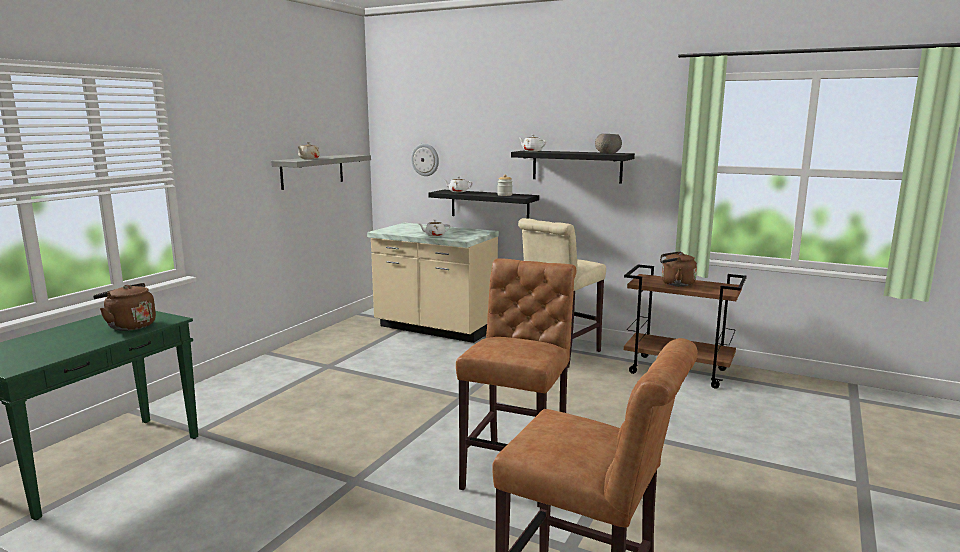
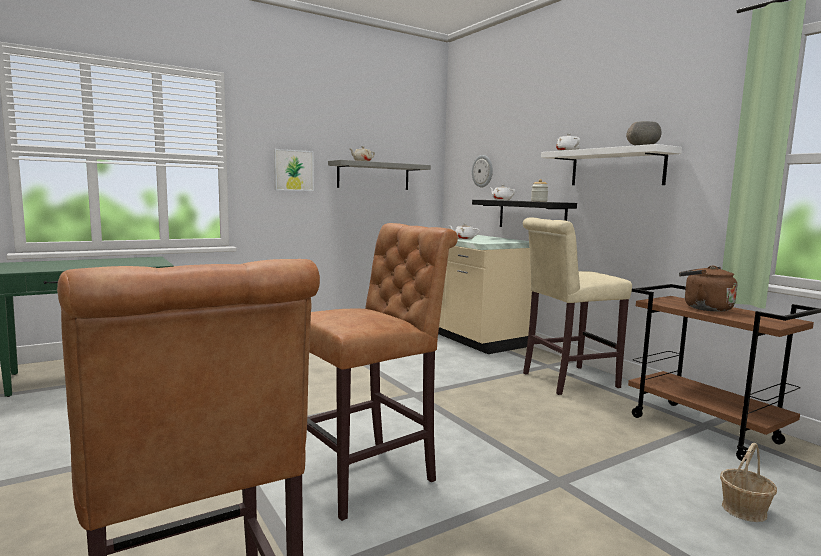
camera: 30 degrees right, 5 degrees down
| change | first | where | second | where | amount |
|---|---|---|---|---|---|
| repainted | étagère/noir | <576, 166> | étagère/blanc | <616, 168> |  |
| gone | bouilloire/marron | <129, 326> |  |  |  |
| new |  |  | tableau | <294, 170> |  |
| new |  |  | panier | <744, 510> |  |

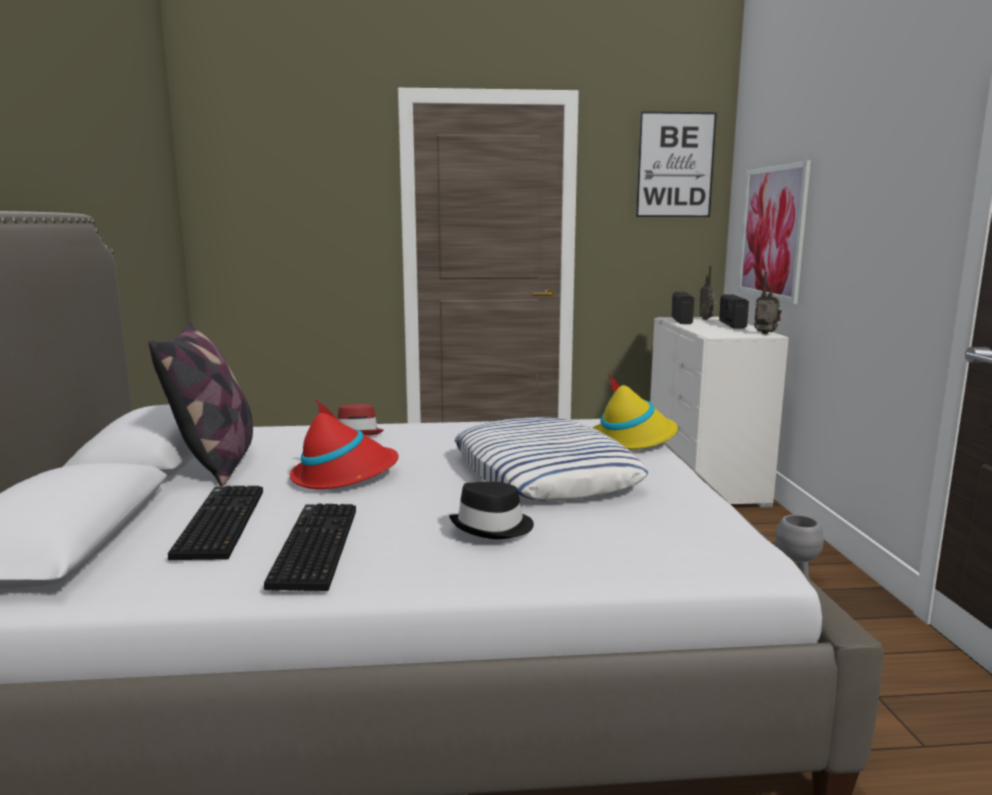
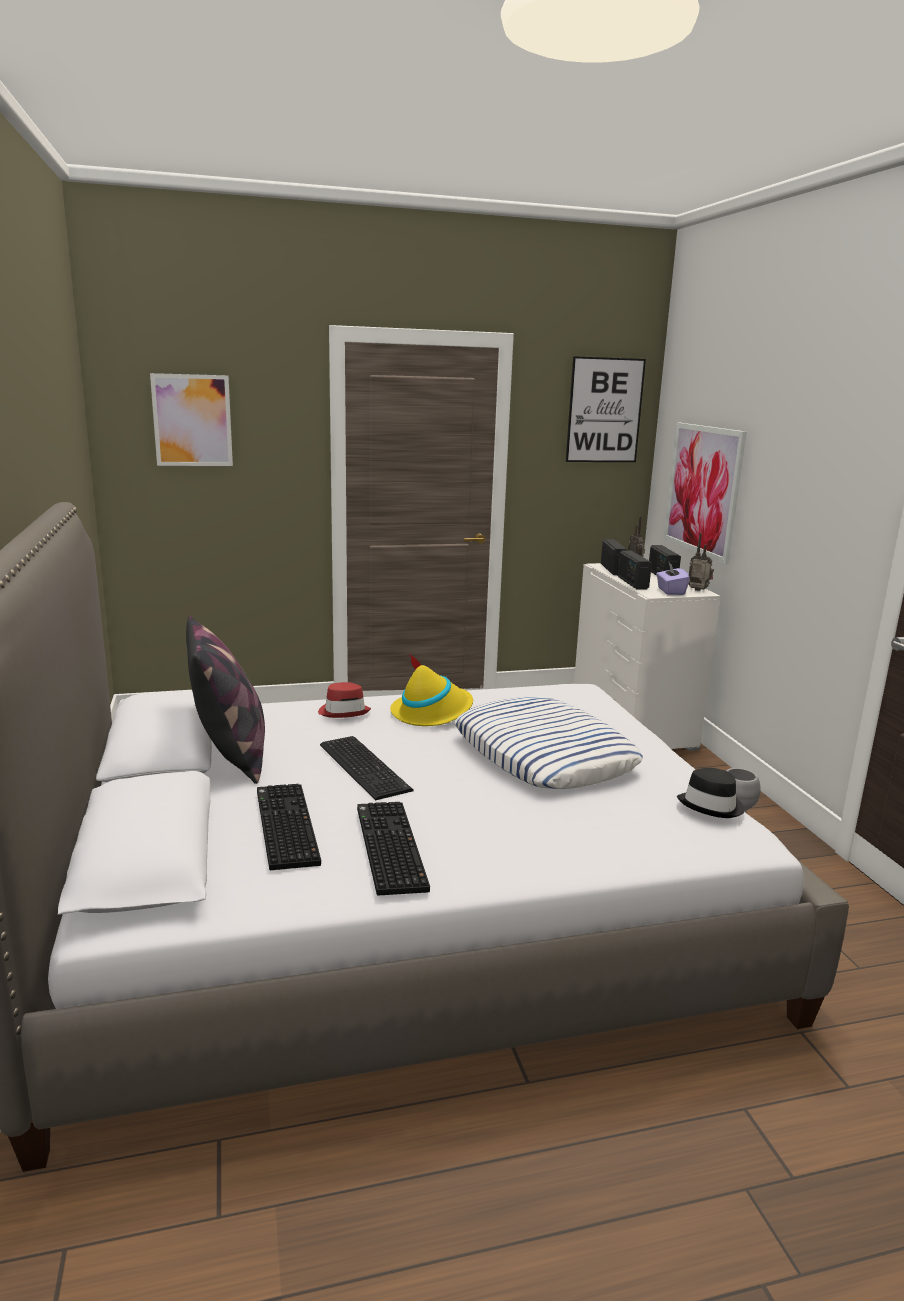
camera: 10 degrees left, 5 degrees up
| change | first | where | second | where | amount |
|---|---|---|---|---|---|
| shifted | chapeau/jaune | <633, 439> |  | <432, 712> |  |
| swapped | chapeau/rouge | <344, 475> | clavier | <365, 766> |  |
| shifted | chapeau/noir | <493, 527> |  | <712, 805> |  |
| new |  |  | tableau | <192, 420> |  |
| new |  |  | radio | <632, 583> |  |
| new |  |  | boîte à mouchoirs/violet | <670, 591> |  |

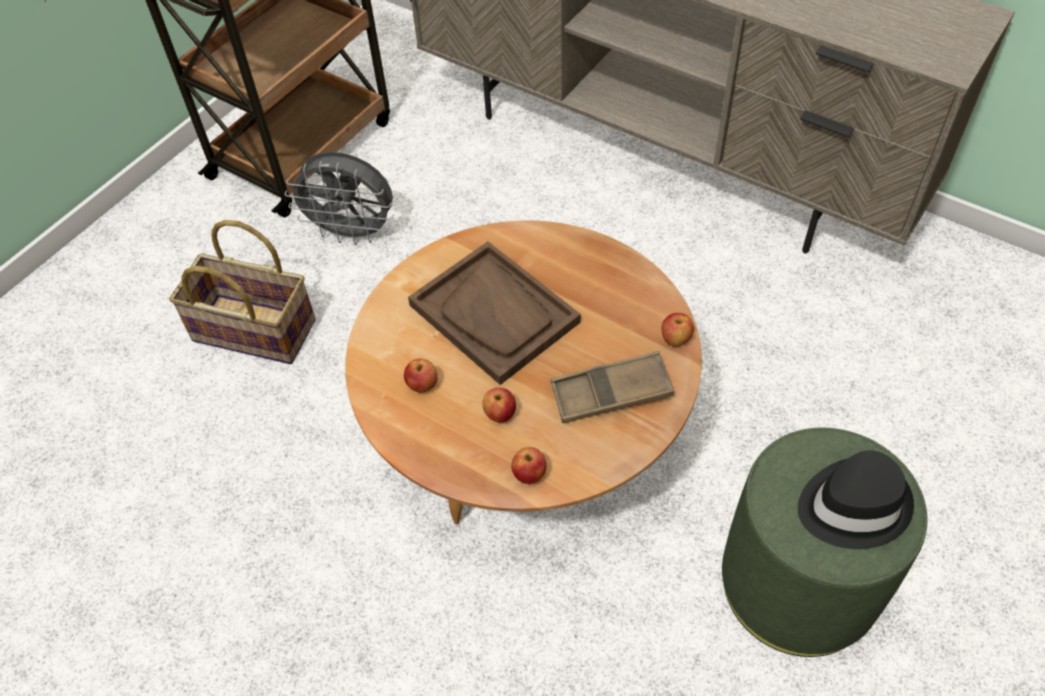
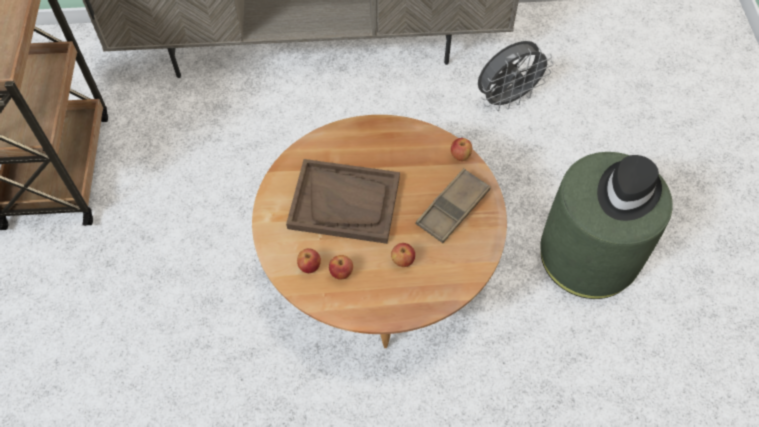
camera: 40 degrees left, 5 degrees up
| change | first | where | second | where | amount |
|---|---|---|---|---|---|
| shifted | ventilateur/gris | <353, 232> |  | <507, 99> |  |
| gone | panier | <253, 332> |  |  |  |
| shifted | pomme | <529, 474> |  | <309, 266> |  |

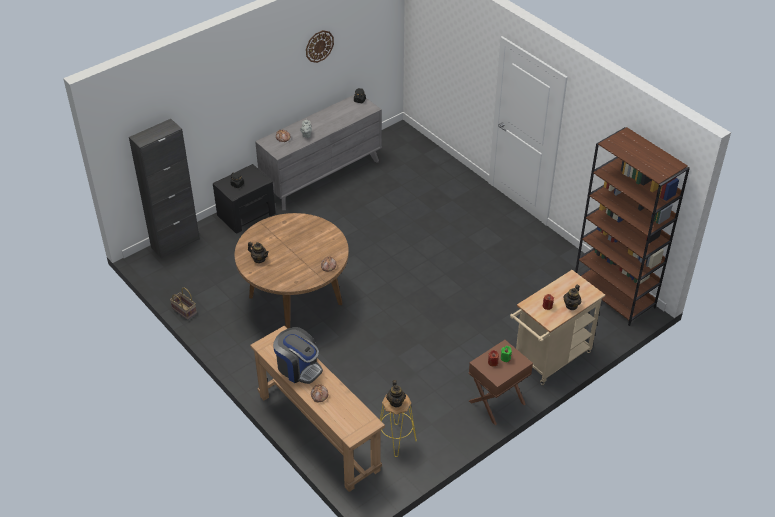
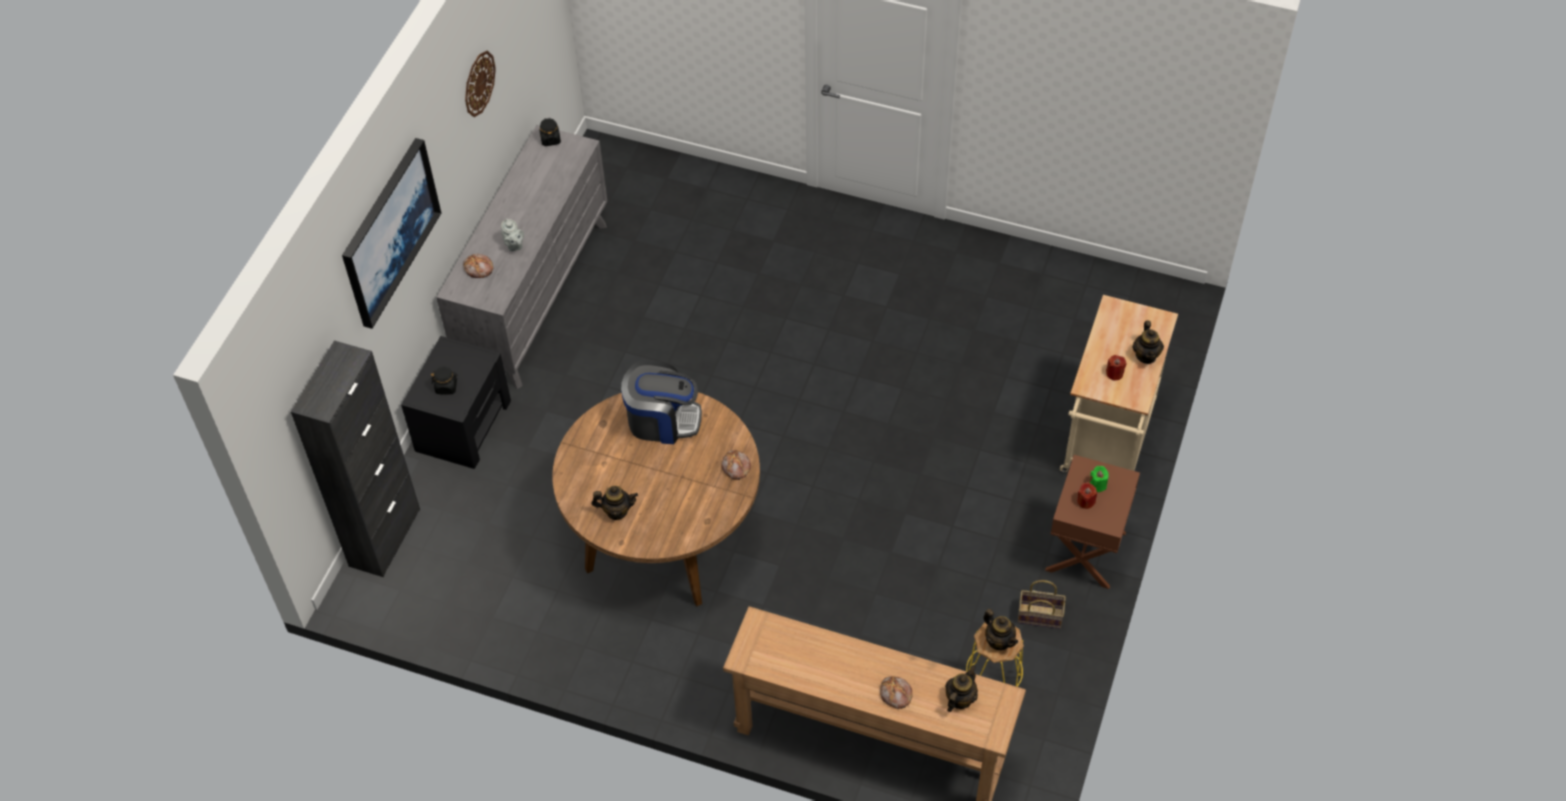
camera: 30 degrees left, 10 degrees up
| change | first | where | second | where | amount |
|---|---|---|---|---|---|
| gone | bibliothèque/marron | <614, 295> |  |  |  |
| shifted | panier | <185, 311> |  | <1041, 615> |  |
| shifted | machine à café | <298, 368> |  | <662, 420> |  |
| new |  |  | tableau | <389, 232> |  |
| new |  |  | théière | <960, 699> |  |

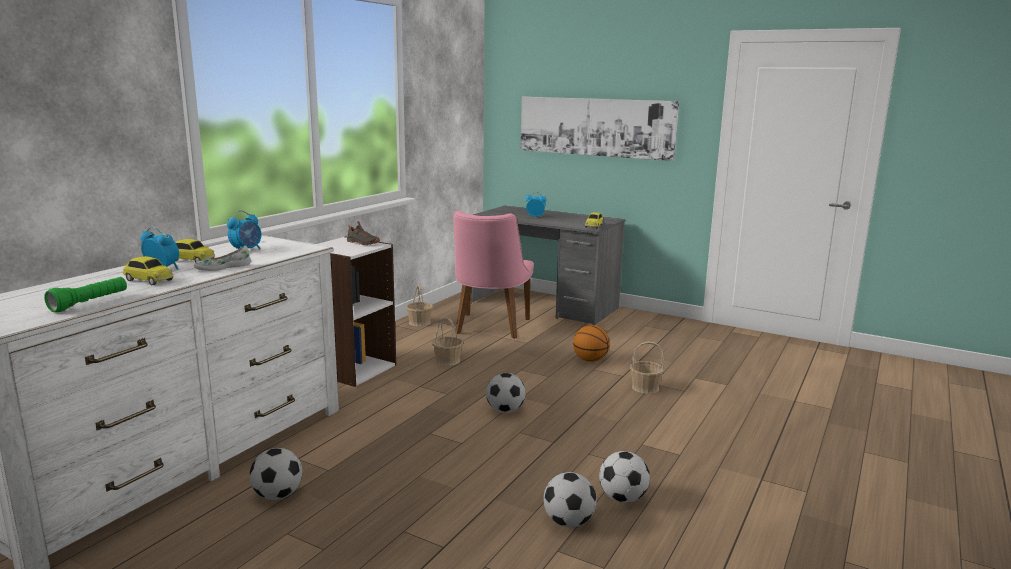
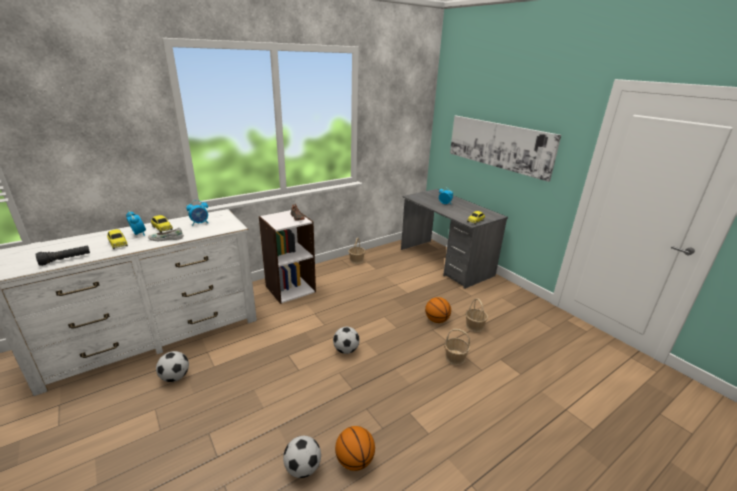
camera: 25 degrees right, 10 degrees up
| change | first | where | second | where | amount |
|---|---|---|---|---|---|
| gone | chaise/rose | <489, 328> |  |  |  |
| repainted | lampe de poche/vert | <90, 303> | lampe de poche/noir | <66, 260> |  |
| shifted | panier | <447, 360> |  | <474, 326> |  |
| swapped | ballon de foot | <622, 498> | ballon de basket | <354, 461> |  |

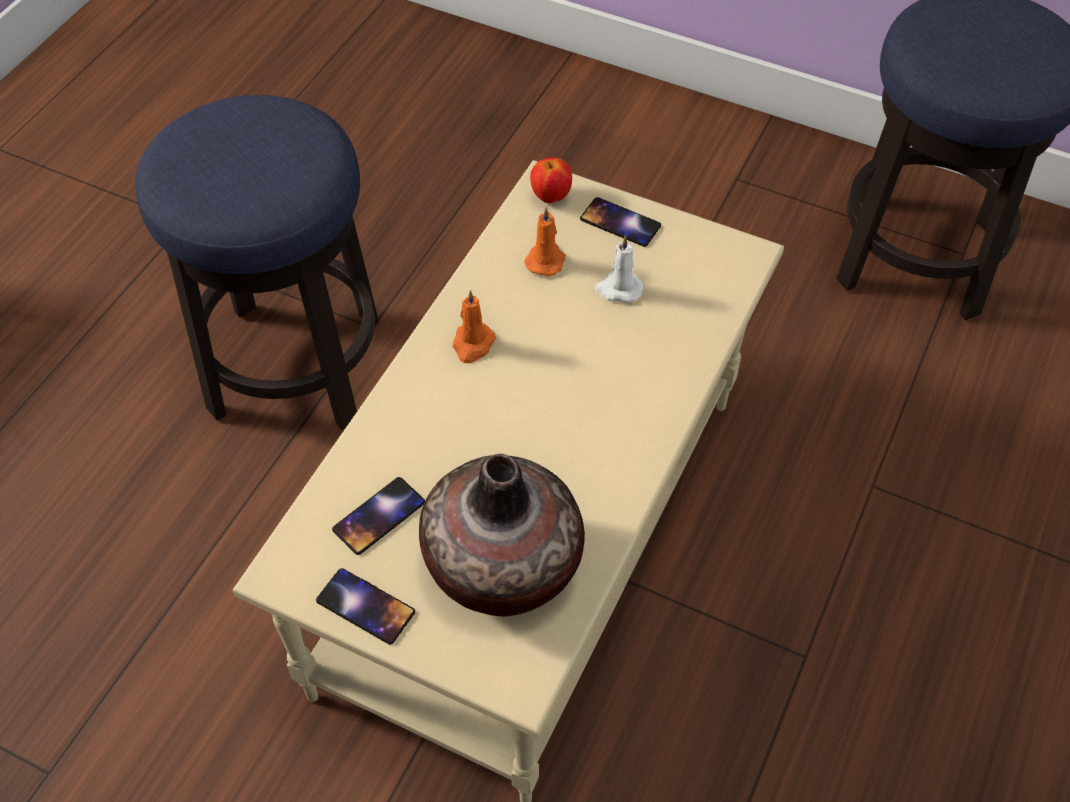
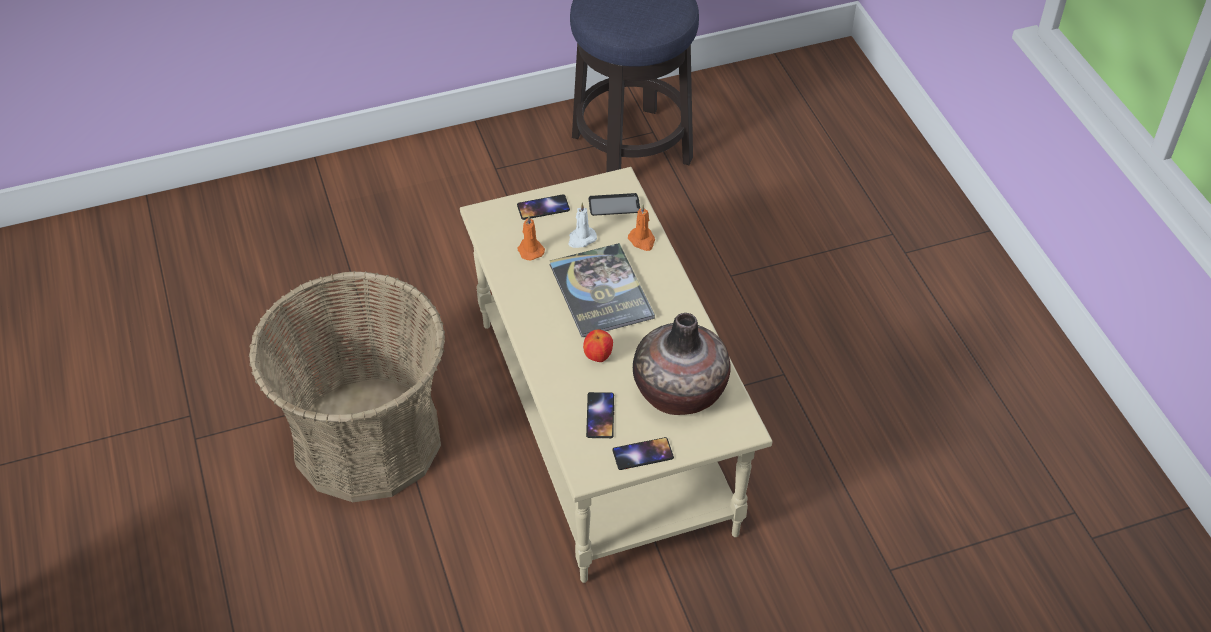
camera: 45 degrees left, 5 degrees down
| change | first | where | second | where | amount |
|---|---|---|---|---|---|
| swapped | tabouret | <294, 365> | panier | <367, 440> |  |
| shifted | pomme | <551, 197> |  | <598, 357> |  |
| shifted | bougie/orange | <472, 344> |  | <642, 240> |  |
| new |  |  | téléphone | <614, 206> |  |
| new |  |  | livre | <601, 291> |  |

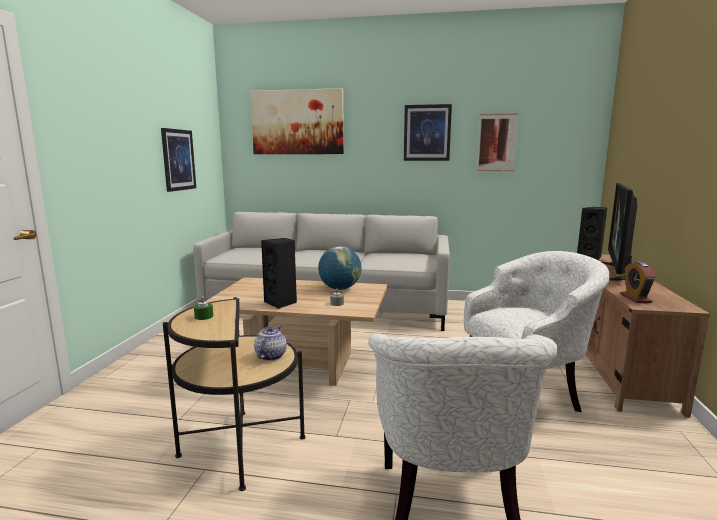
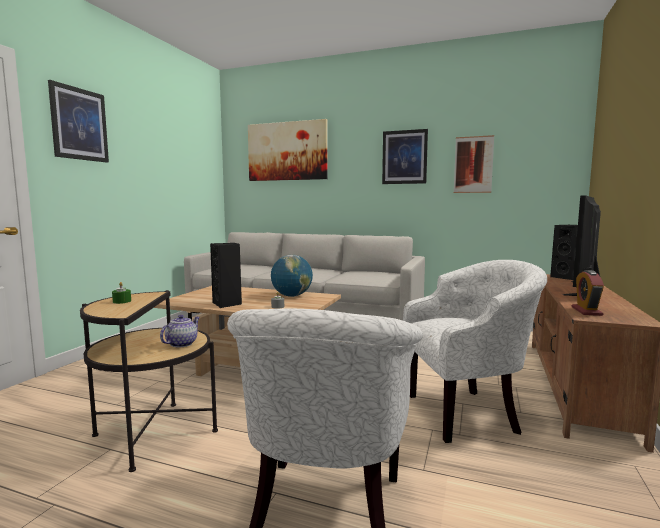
camera: 10 degrees right, 5 degrees down
| change | first | where | second | where | amount |
|---|---|---|---|---|---|
| shifted | tableau | <178, 160> |  | <79, 124> |  |

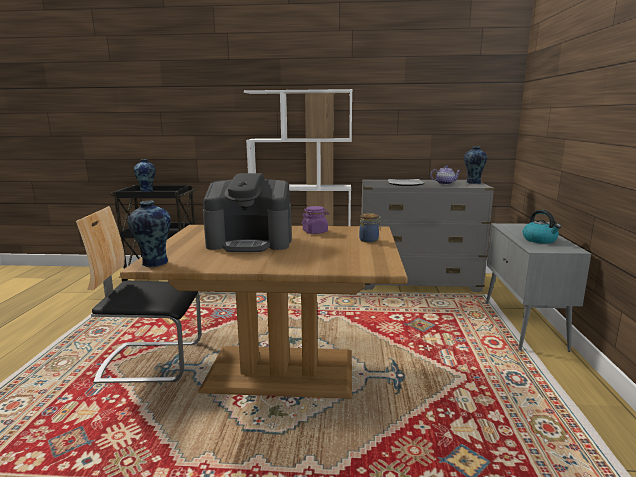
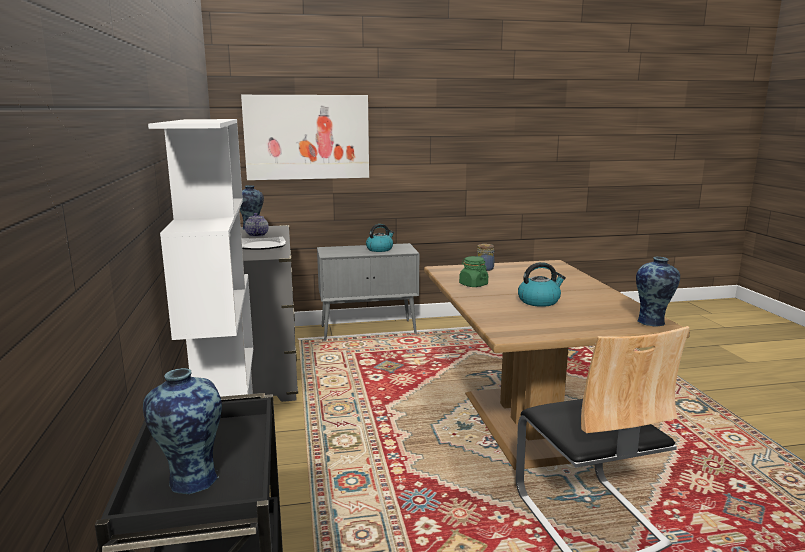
camera: 105 degrees left, 0 degrees up
| change | first | where | second | where | amount |
|---|---|---|---|---|---|
| swapped | machine à café | <250, 242> | bouilloire | <539, 301> |  |
| repainted | bocal/violet | <315, 232> | bocal/vert | <473, 285> |  |
| new |  |  | tableau | <307, 137> |  |

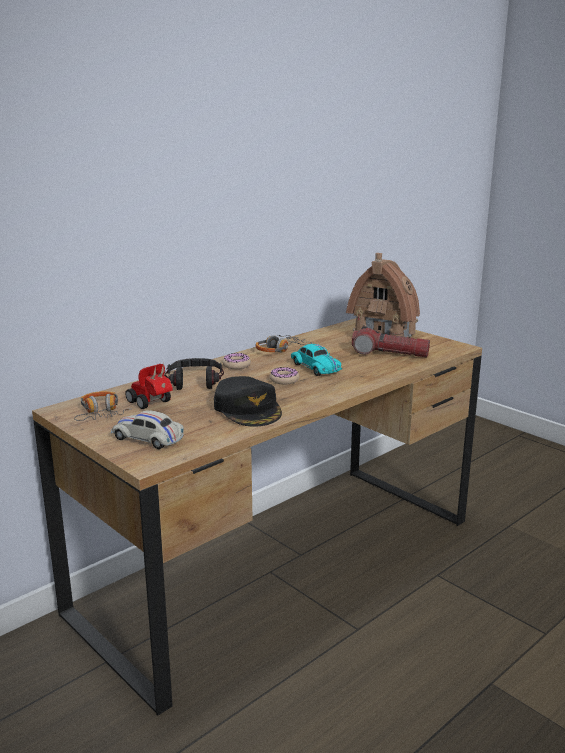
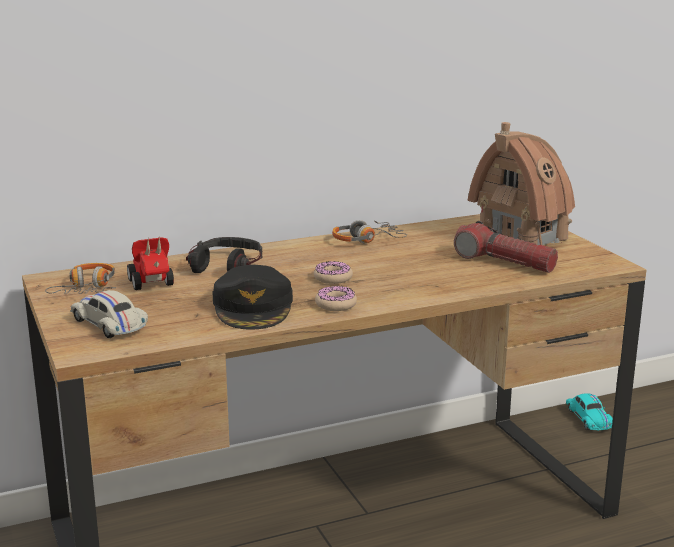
camera: 20 degrees right, 0 degrees up
| change | first | where | second | where | amount |
|---|---|---|---|---|---|
| shifted | petite voiture/turquoise | <315, 368> |  | <589, 419> |  |
| shifted | beignet | <236, 365> |  | <336, 304> |  |

